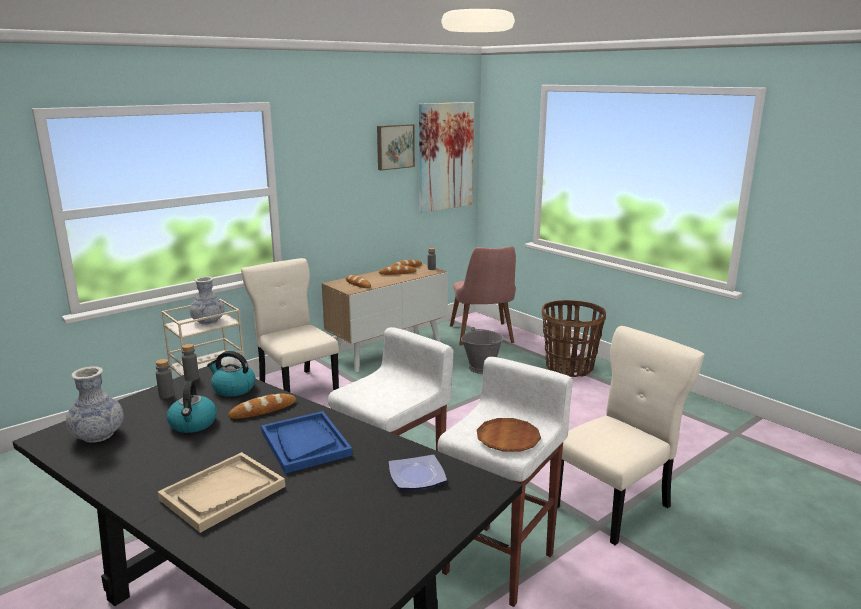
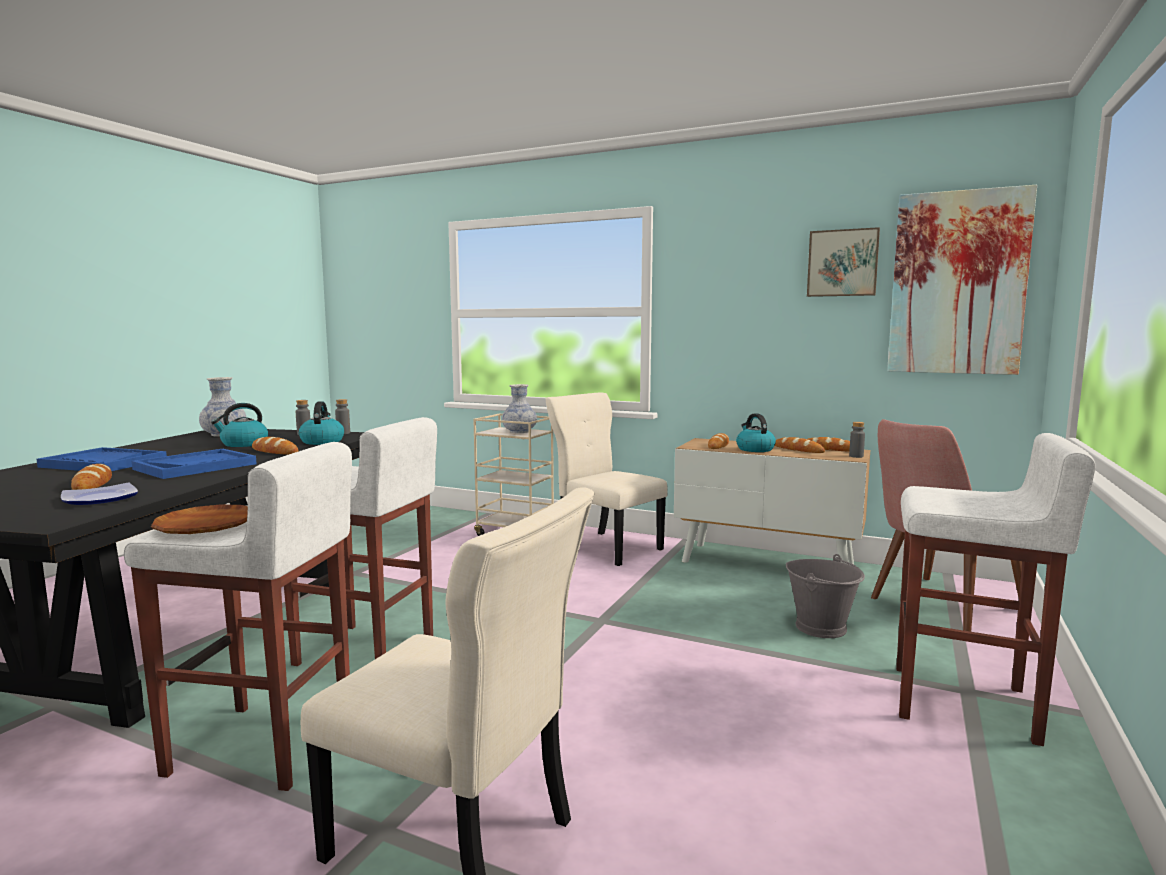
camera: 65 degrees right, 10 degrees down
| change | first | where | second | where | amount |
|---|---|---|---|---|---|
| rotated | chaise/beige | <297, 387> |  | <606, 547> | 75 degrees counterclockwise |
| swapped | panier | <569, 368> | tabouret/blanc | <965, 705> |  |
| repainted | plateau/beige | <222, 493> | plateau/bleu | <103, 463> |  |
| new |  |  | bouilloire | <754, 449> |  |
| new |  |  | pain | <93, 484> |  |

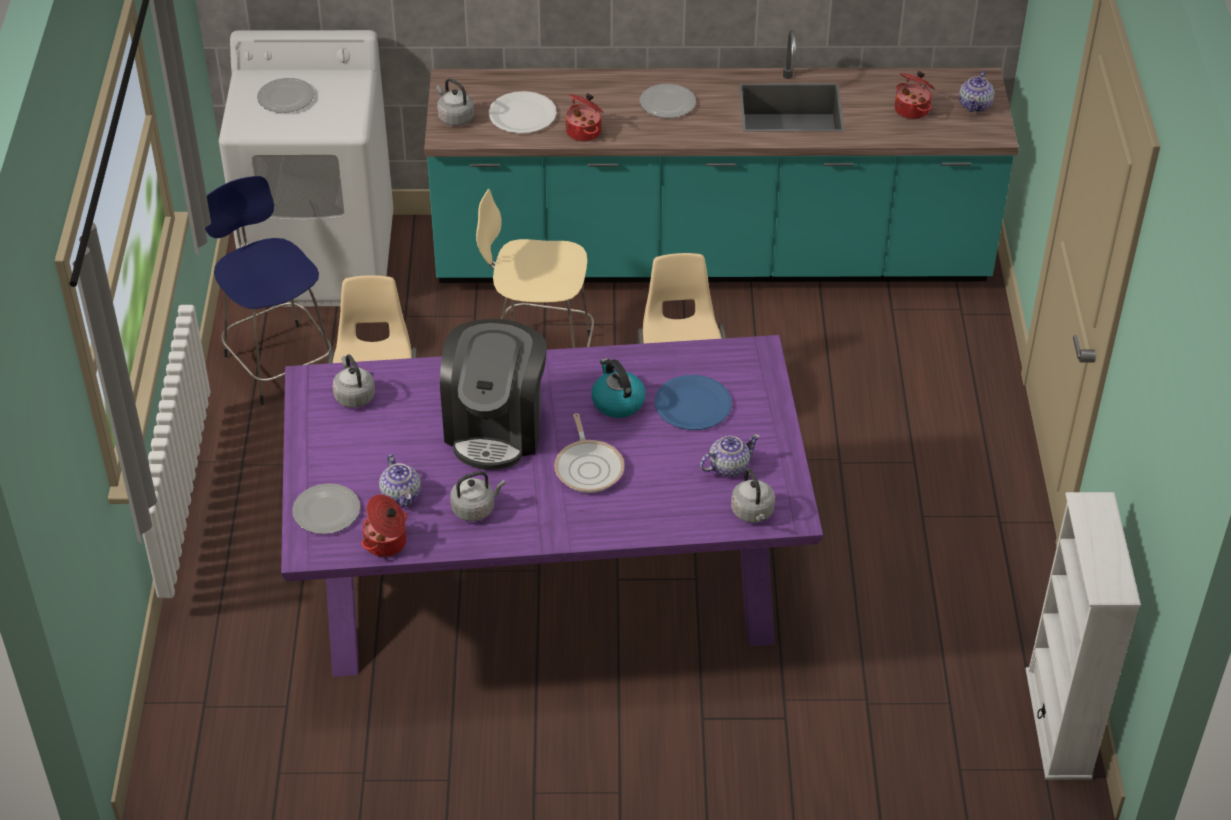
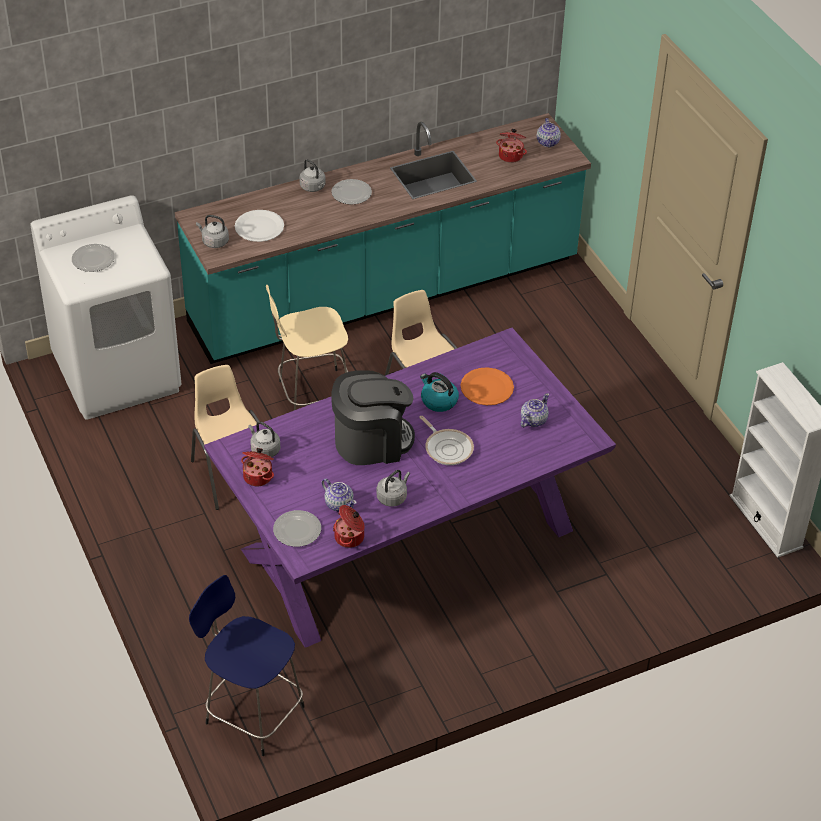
camera: 25 degrees left, 0 degrees up
| change | first | where | second | where | amount |
|---|---|---|---|---|---|
| shifted | marmite | <584, 131> |  | <258, 476> |  |
| shifted | tabouret/bleu | <278, 361> |  | <252, 713> |  |
| rotated | machine à café | <496, 427> |  | <371, 441> | 90 degrees counterclockwise |
| repainted | assiette/bleu | <692, 404> | assiette/orange | <486, 388> |  |
| shifted | bouilloire/gris | <753, 513> |  | <313, 187> |  |

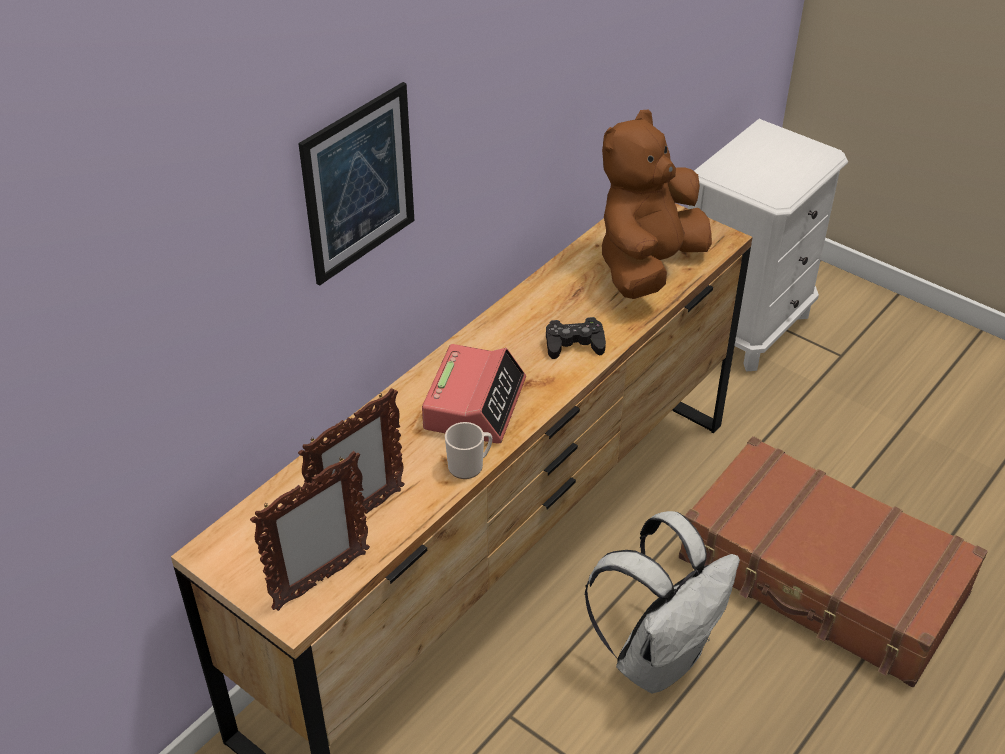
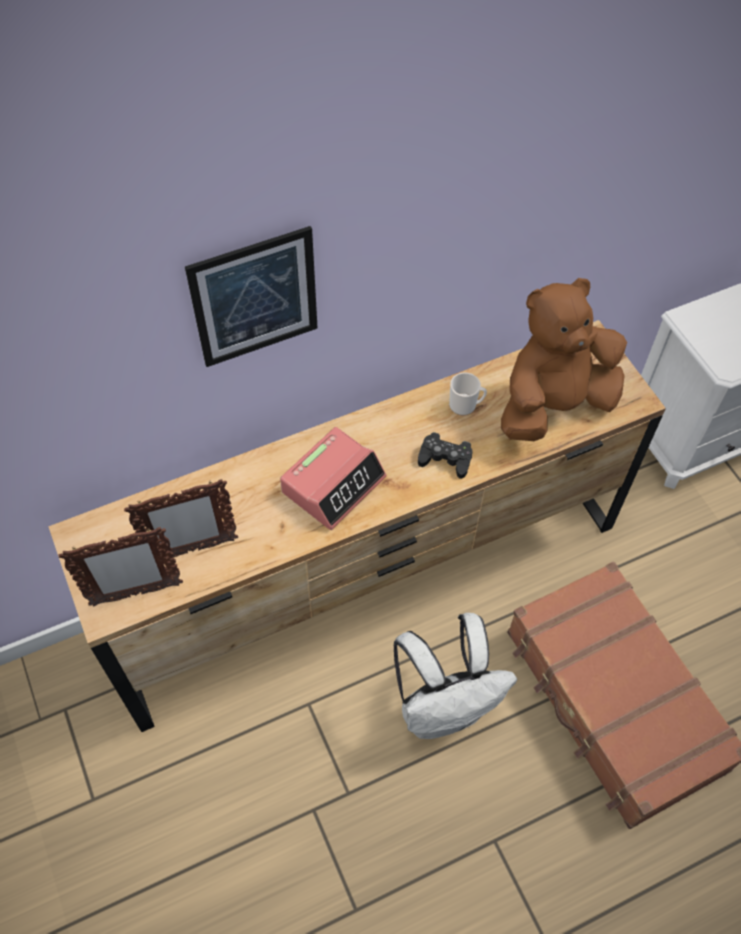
camera: 25 degrees right, 15 degrees up
| change | first | where | second | where | amount |
|---|---|---|---|---|---|
| shifted | mug | <469, 466> |  | <465, 405> |  |

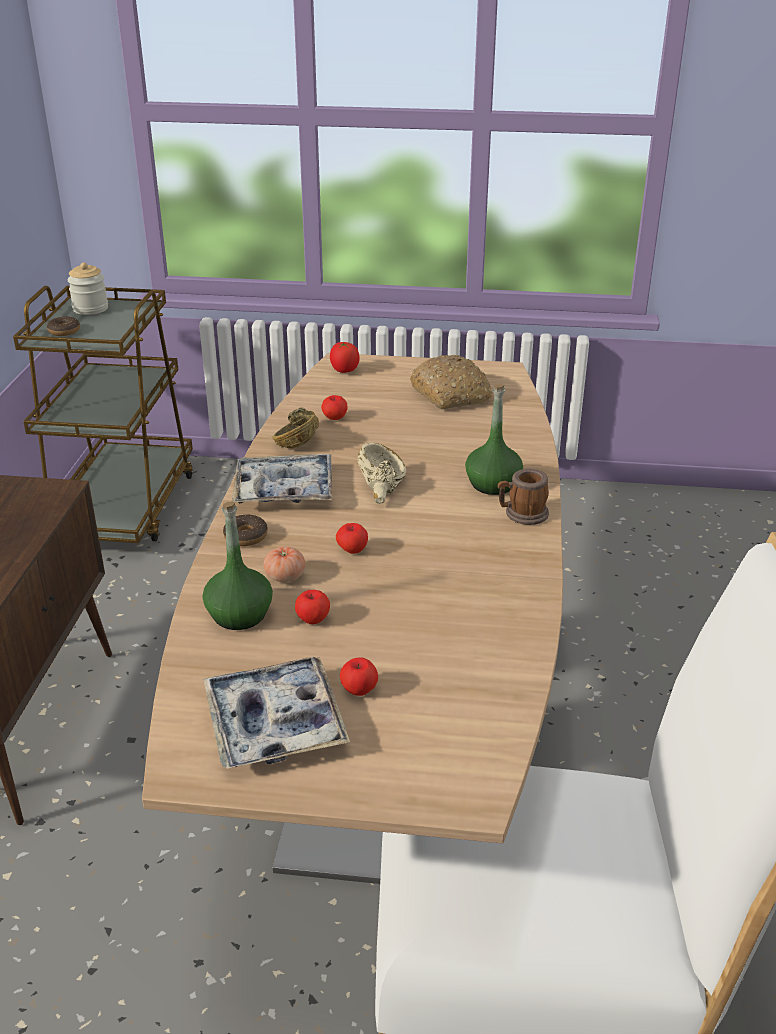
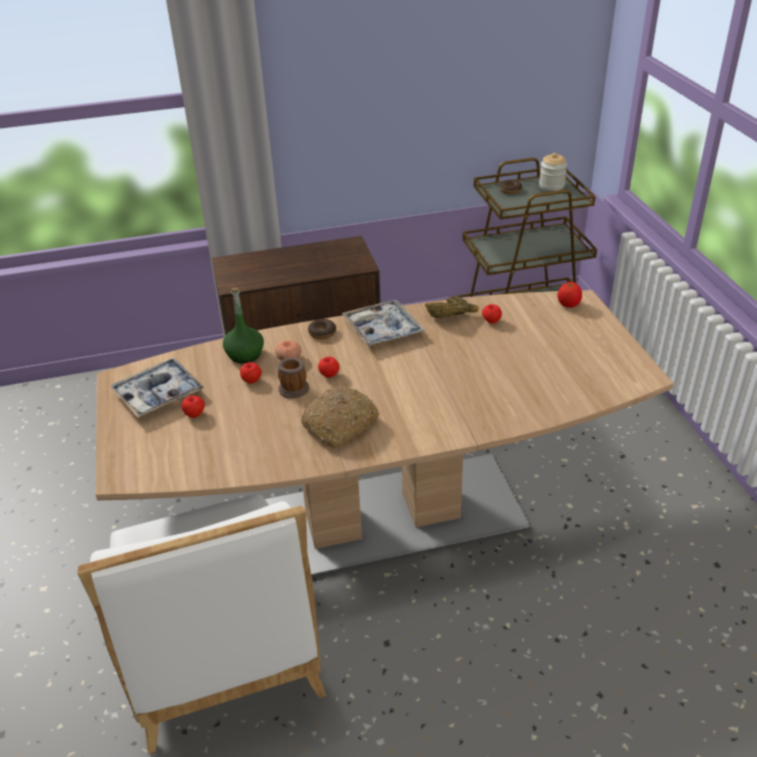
camera: 70 degrees right, 5 degrees up
| change | first | where | second | where | amount |
|---|---|---|---|---|---|
| shifted | pain | <451, 394> |  | <340, 425> |  |
| gone | bouteille/vert | <492, 484> |  |  |  |
| gone | bol/beige | <383, 488> |  |  |  |
| shifted | mug | <522, 514> |  | <292, 387> |  |

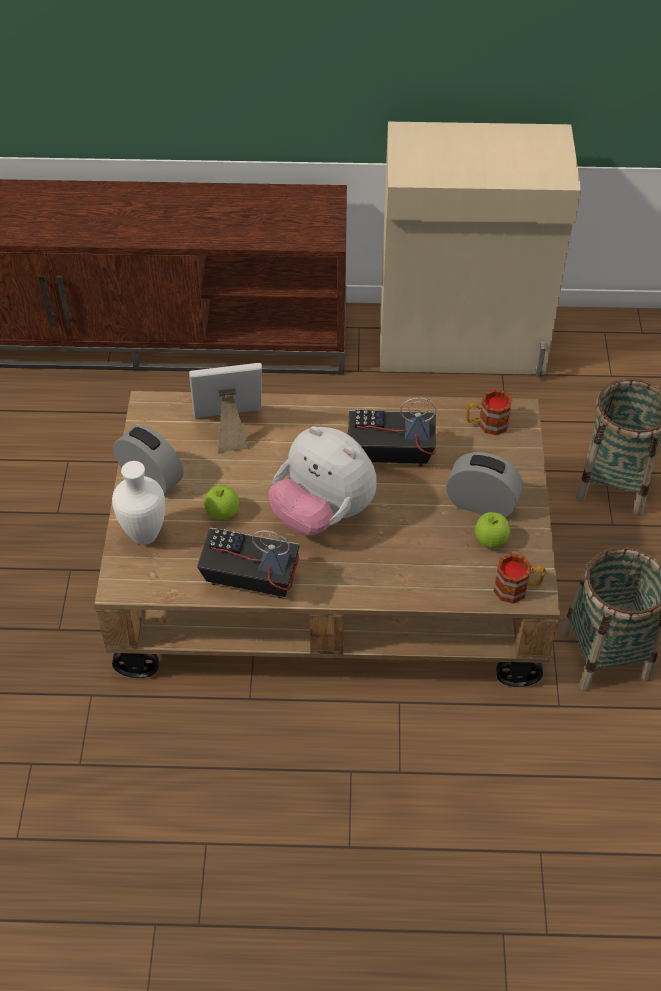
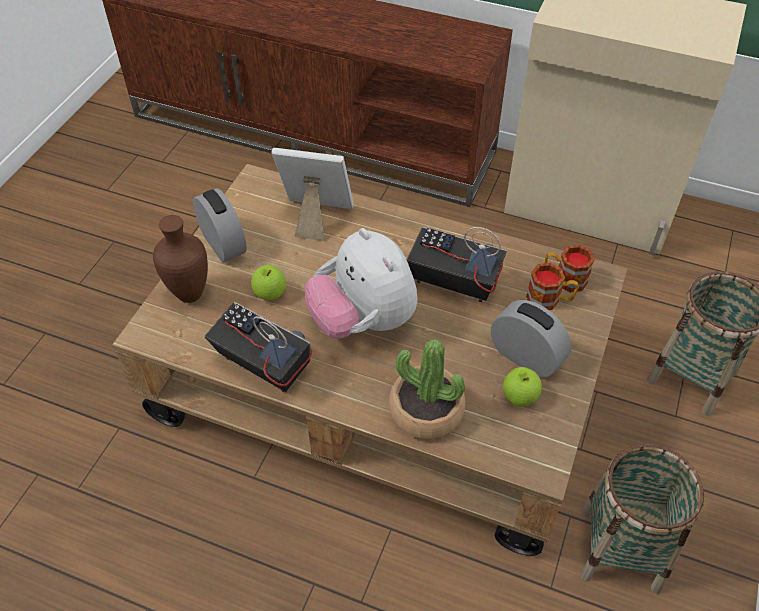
camera: 20 degrees right, 0 degrees up
| change | first | where | second | where | amount |
|---|---|---|---|---|---|
| repainted | vase/blanc | <143, 536> | vase/marron | <188, 294> |  |
| shifted | mug | <517, 588> |  | <549, 300> |  |
| new |  |  | plante en pot | <426, 411> |  |

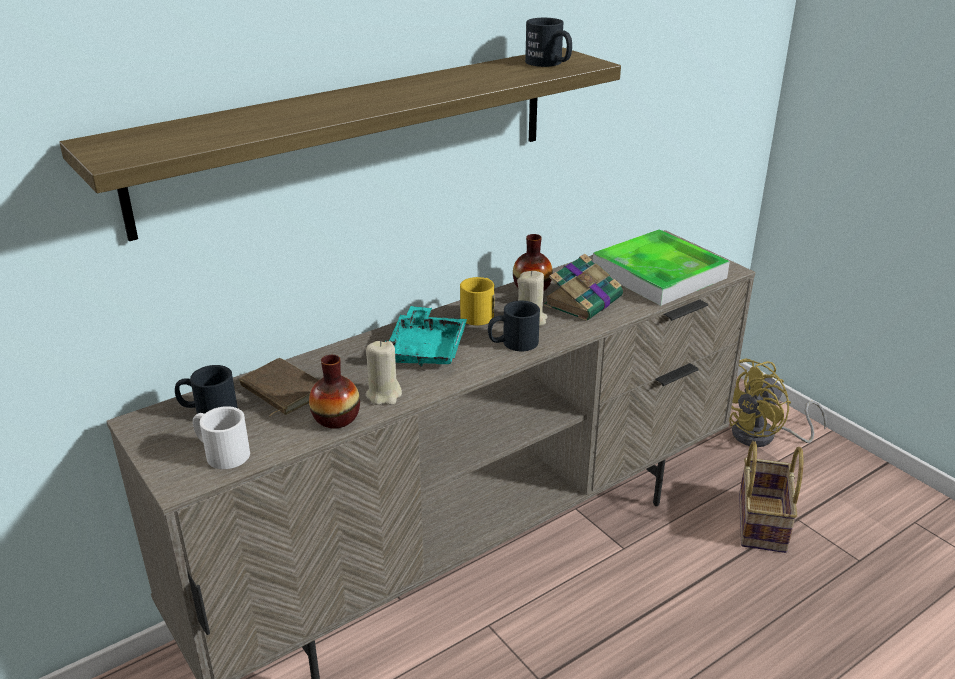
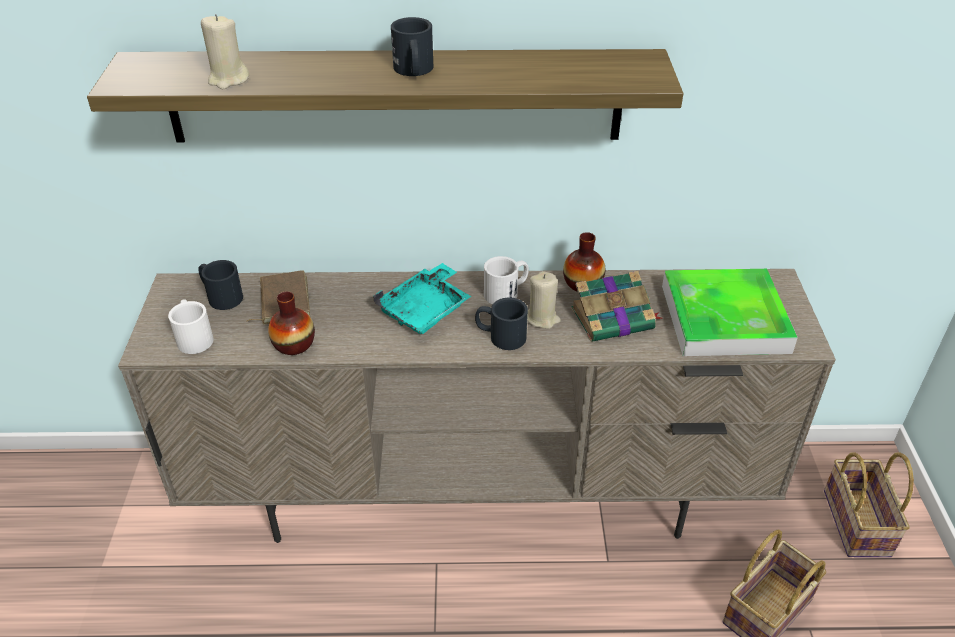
camera: 35 degrees right, 10 degrees up
| change | first | where | second | where | amount |
|---|---|---|---|---|---|
| shifted | mug/noir | <549, 63> |  | <414, 71> |  |
| repainted | mug/jaune | <479, 313> | mug/blanc | <507, 292> |  |
| shifted | bougie/beige | <384, 395> |  | <228, 80> |  |
| swapped | ventilateur/jaune | <763, 436> | panier | <859, 525> |  |

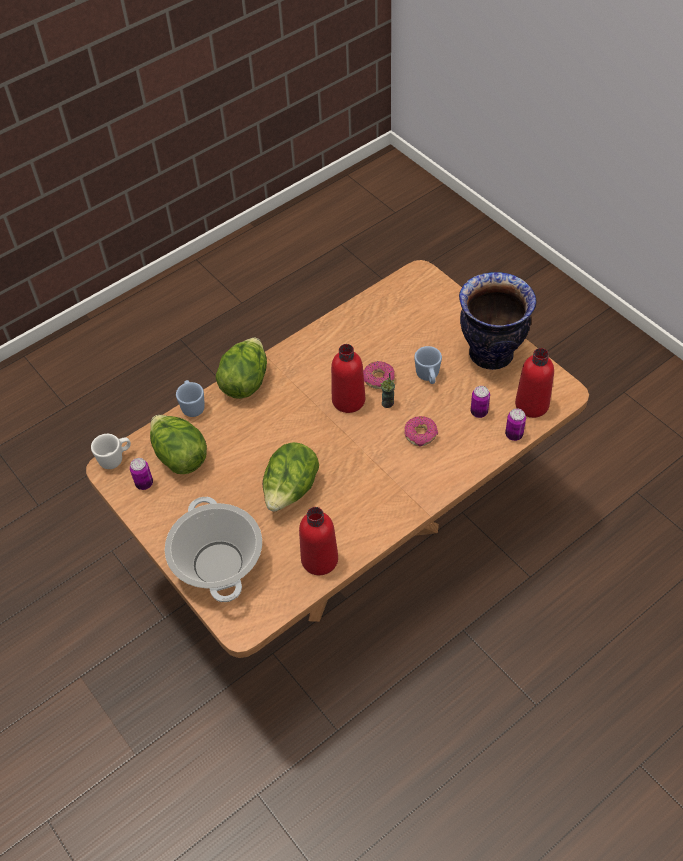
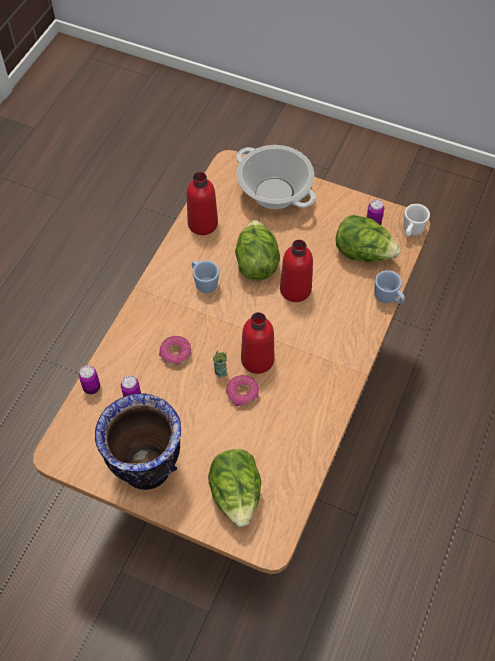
camera: 150 degrees right, 5 degrees up
| change | first | where | second | where | amount |
|---|---|---|---|---|---|
| shifted | laitue | <245, 381> |  | <236, 495> |  |
| shifted | mug/bleu | <428, 377> |  | <204, 282> |  |
| shifted | bouteille/rouge | <532, 405> |  | <295, 289> |  |

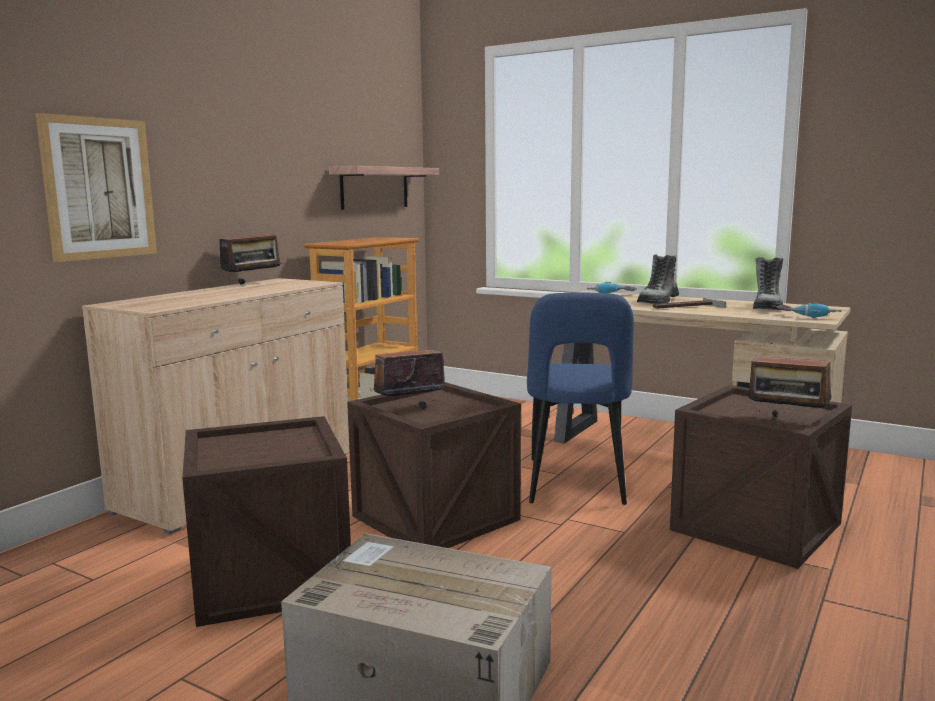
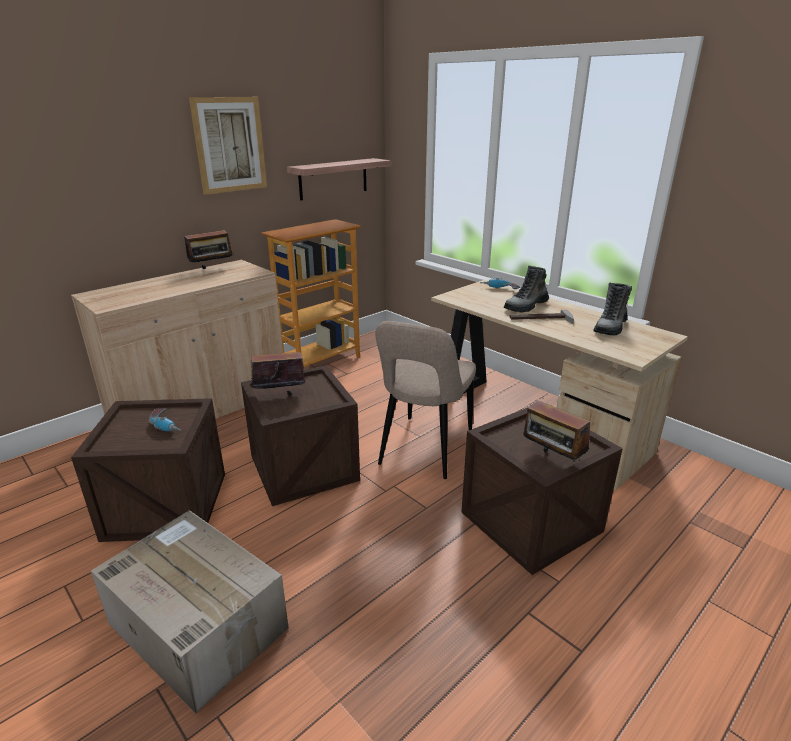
camera: 15 degrees right, 15 degrees up
| change | first | where | second | where | amount |
|---|---|---|---|---|---|
| shifted | tableau | <99, 188> |  | <230, 145> |  |
| repainted | chaise/bleu | <576, 484> | chaise/beige | <424, 450> |  |
| shifted | perceuse | <807, 316> |  | <167, 426> |  |

